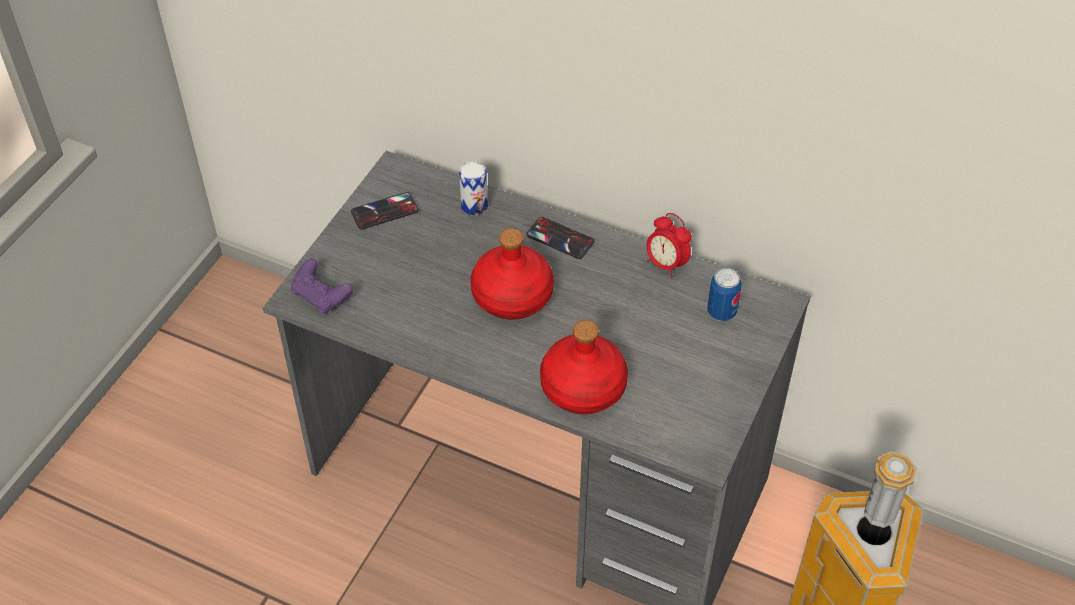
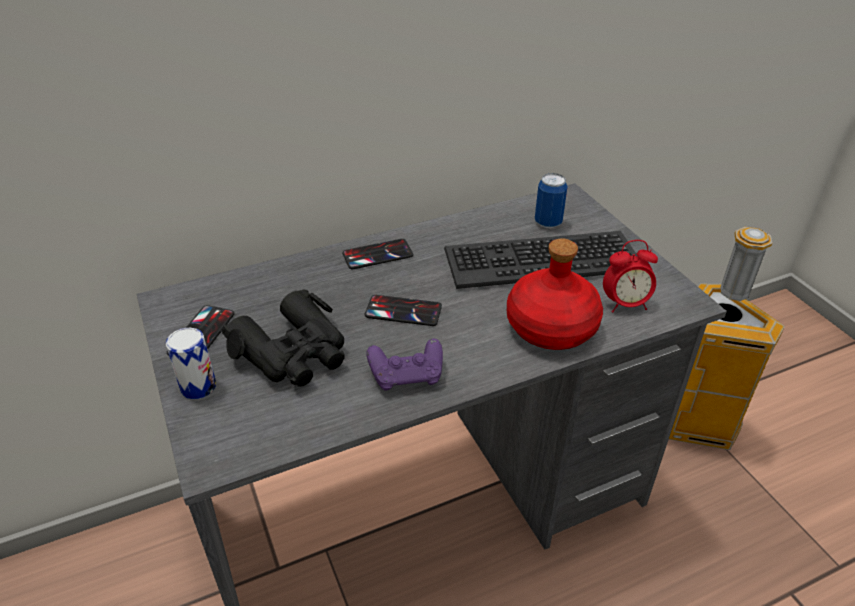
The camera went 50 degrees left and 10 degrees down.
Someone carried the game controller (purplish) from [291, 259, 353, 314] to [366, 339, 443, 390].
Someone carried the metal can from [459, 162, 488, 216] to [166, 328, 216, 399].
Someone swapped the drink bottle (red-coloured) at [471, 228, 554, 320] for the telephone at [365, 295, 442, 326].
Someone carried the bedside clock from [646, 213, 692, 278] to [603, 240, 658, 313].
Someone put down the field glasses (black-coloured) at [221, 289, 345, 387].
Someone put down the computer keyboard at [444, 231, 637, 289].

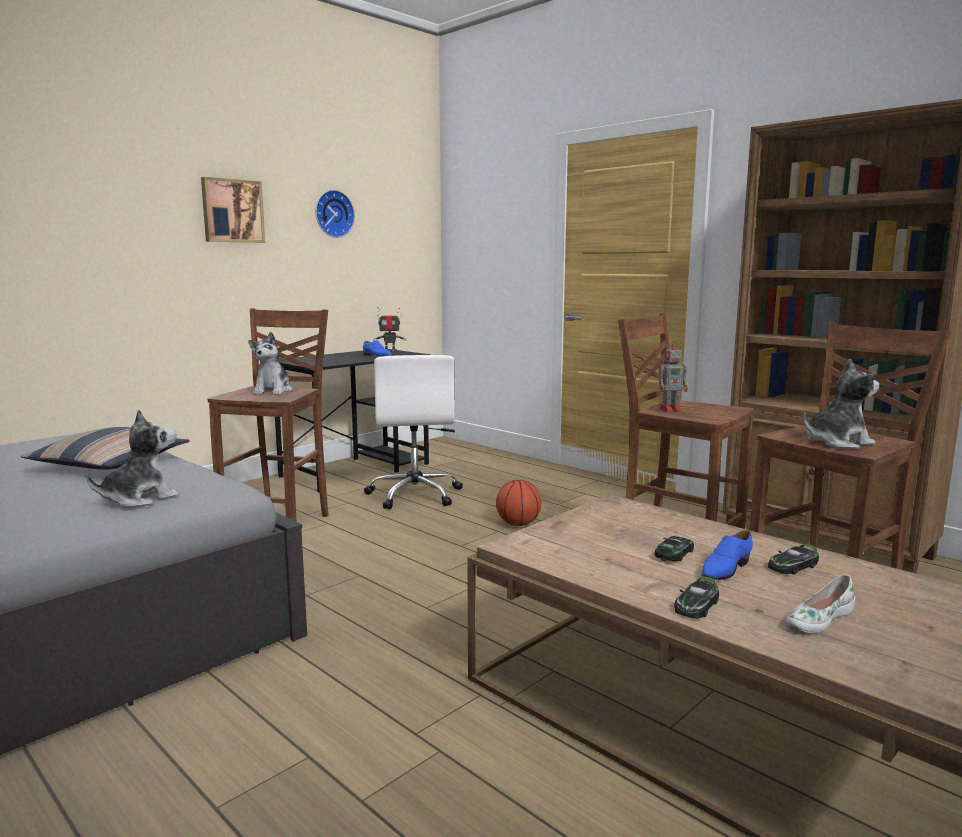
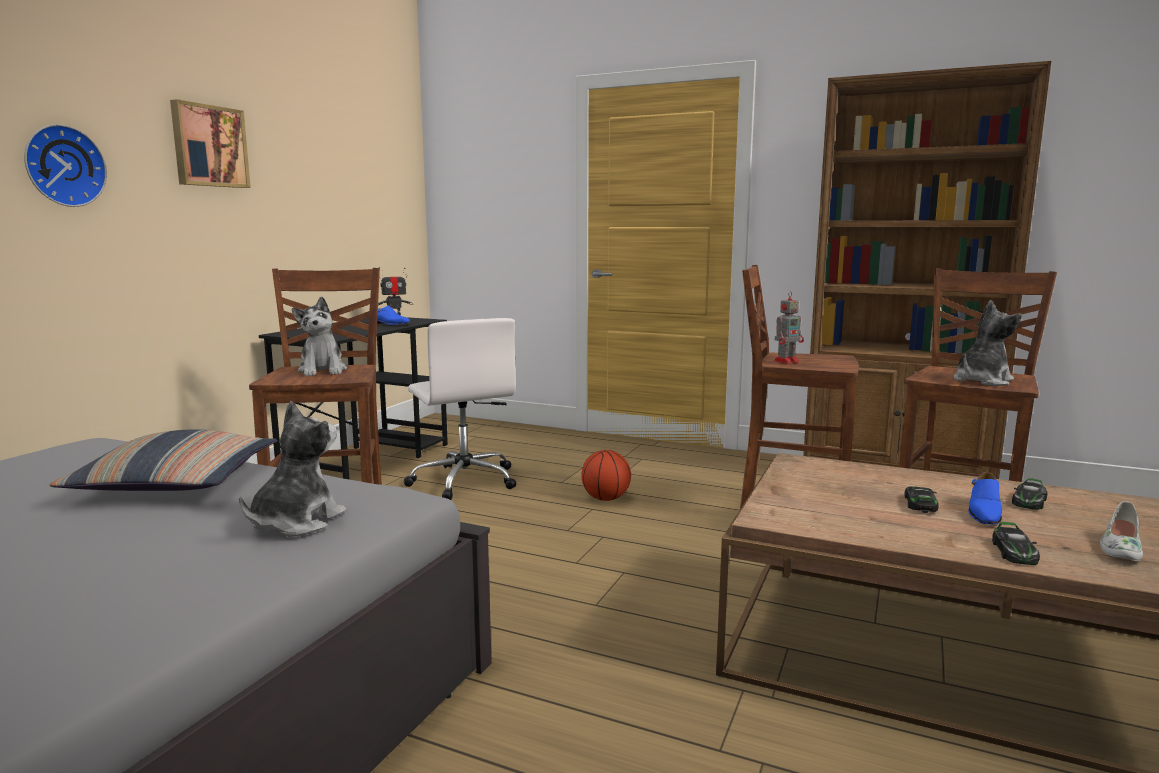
The camera went 20 degrees left and 0 degrees up.
Someone carried the hanging clock from [316, 190, 355, 238] to [24, 124, 107, 207].

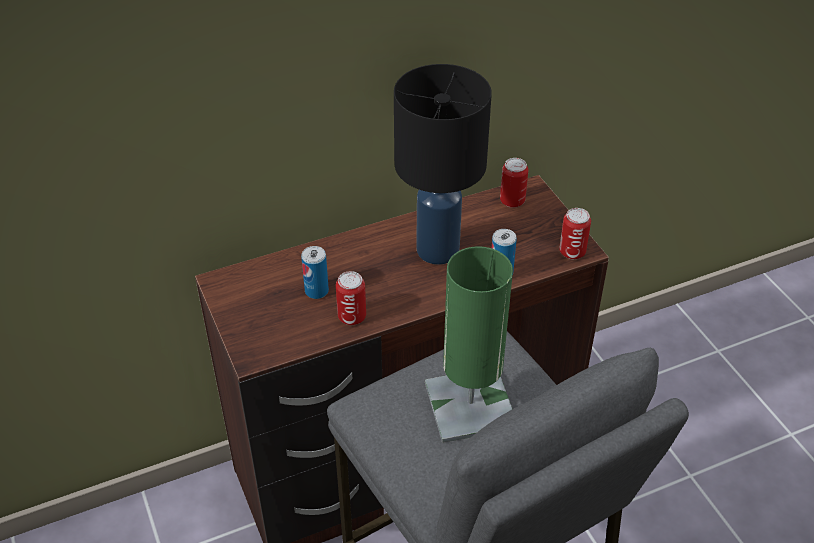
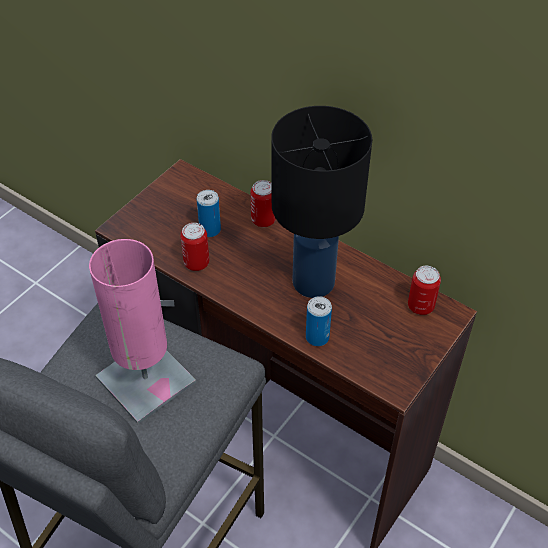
The camera went 60 degrees right and 5 degrees up.
Someone repainted the tabletop lamp (green) at [425, 246, 513, 443], which became the tabletop lamp (pinkish) at [89, 239, 196, 424].
Someone carried the metal can from [559, 208, 591, 259] to [250, 180, 276, 227].

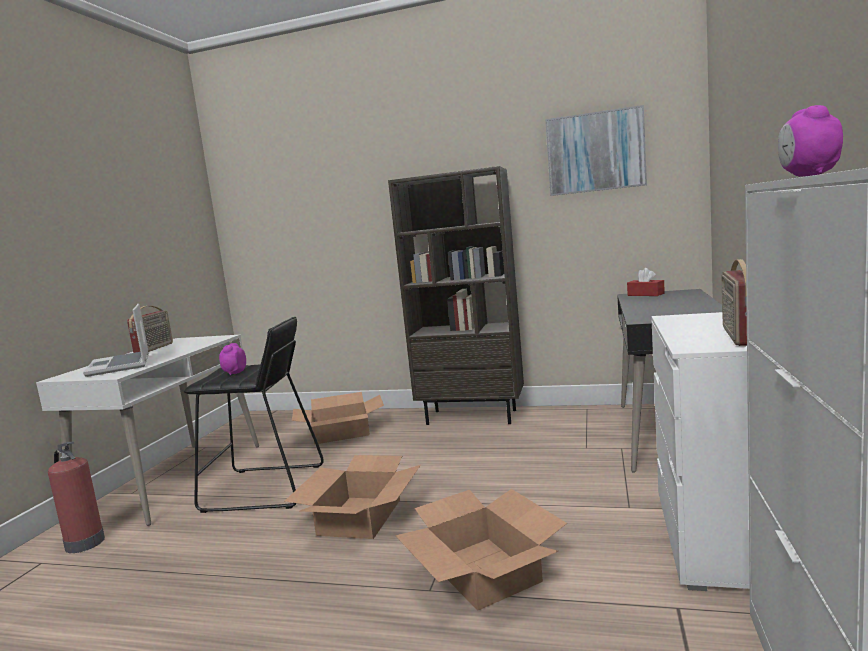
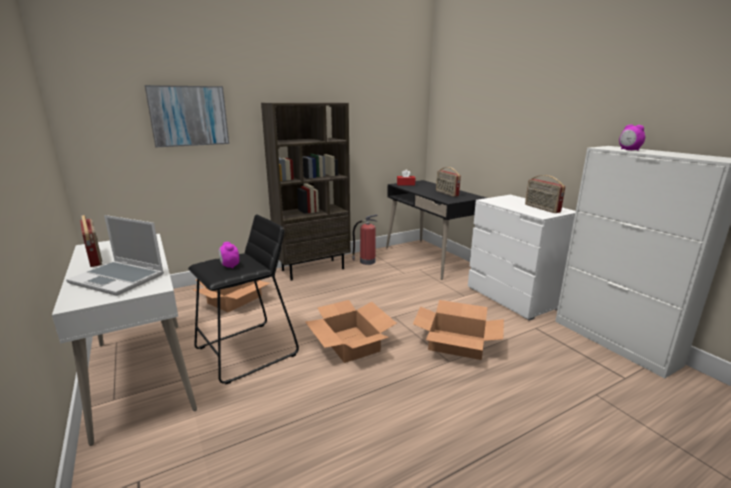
The camera went 45 degrees left and 10 degrees up.
Someone carried the fire extinguisher from [48, 442, 105, 553] to [352, 214, 378, 265].
Someone carried the wall picture from [545, 105, 647, 196] to [145, 85, 229, 147].
Someone put down the radio at [436, 167, 461, 197].

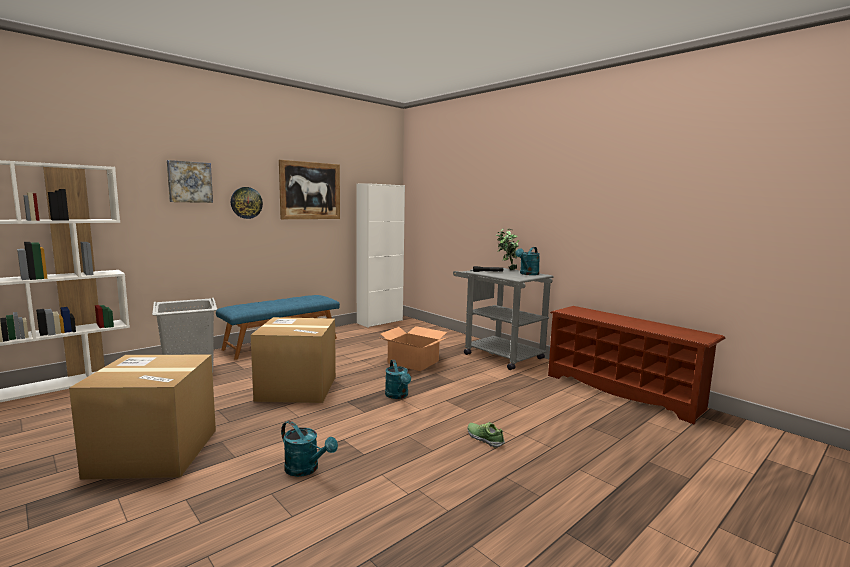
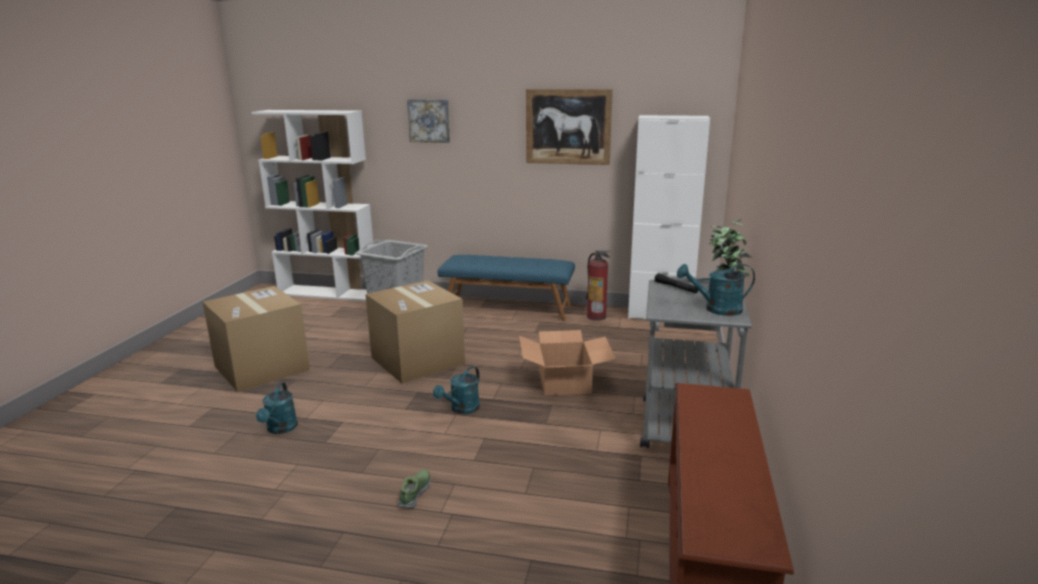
The camera went 55 degrees right and 10 degrees up.
Someone took away the hanging clock at [231, 187, 263, 219].
Someone put down the fire extinguisher at [586, 250, 610, 321].

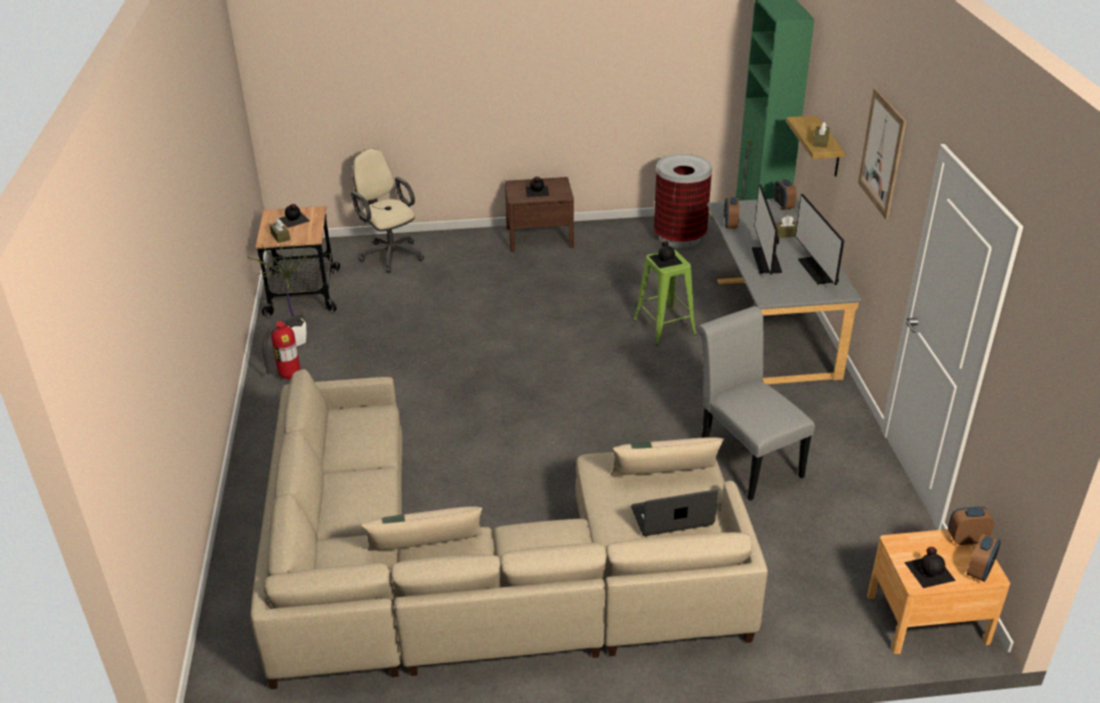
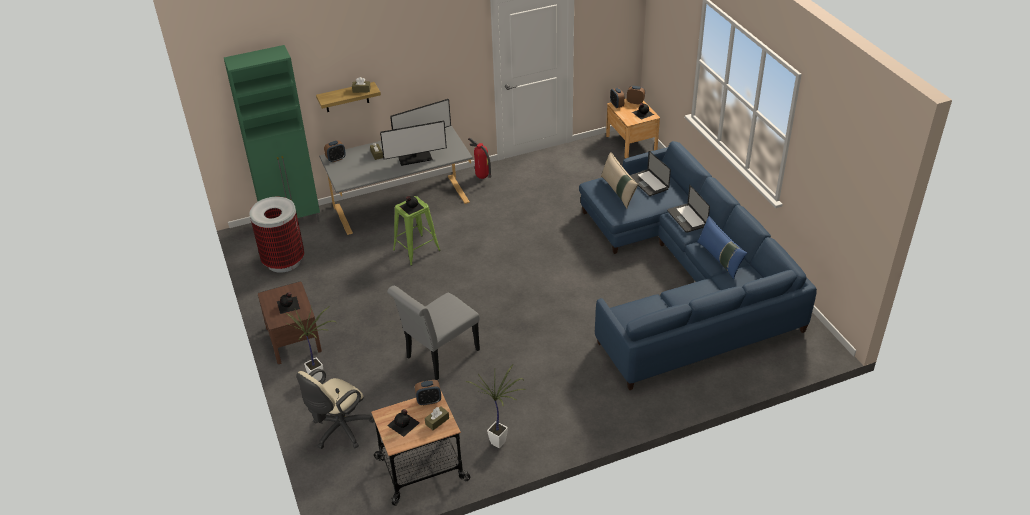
The camera went 105 degrees left and 5 degrees up.
Someone repainted the sofa (beige) at [251, 369, 768, 689], which became the sofa (blue) at [579, 141, 817, 390].
Someone carried the fire extinguisher from [262, 313, 305, 379] to [468, 138, 492, 179].
Someone repainted the pillow (beige) at [361, 507, 483, 551], which became the pillow (blue) at [697, 216, 748, 279].
Someone carried the upright chair (gray) from [698, 306, 815, 501] to [387, 286, 480, 380].
Someone carried the bedside clock from [724, 197, 740, 229] to [415, 380, 441, 406].
Someone took away the wall picture at [858, 88, 906, 220].
Someone put down the potted plant at [285, 306, 337, 381].
Someone put down the laptop at [667, 185, 710, 233].

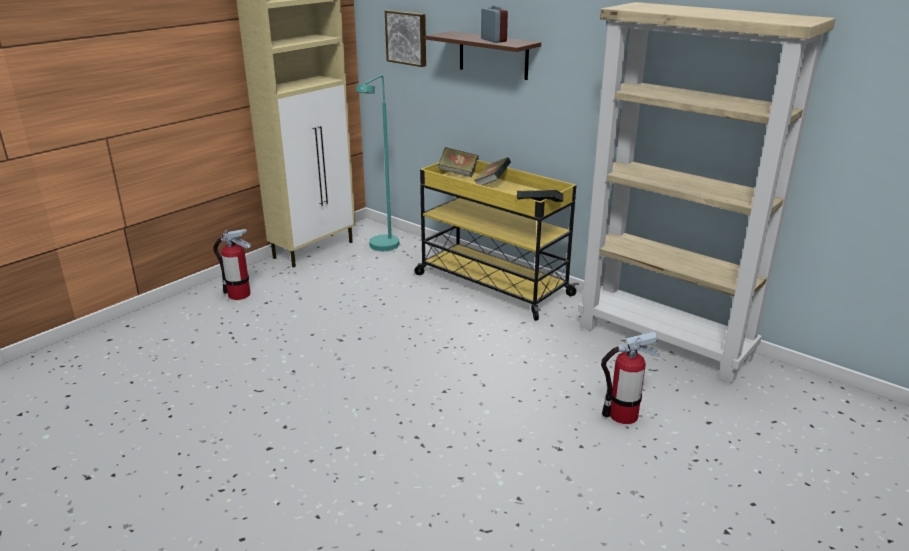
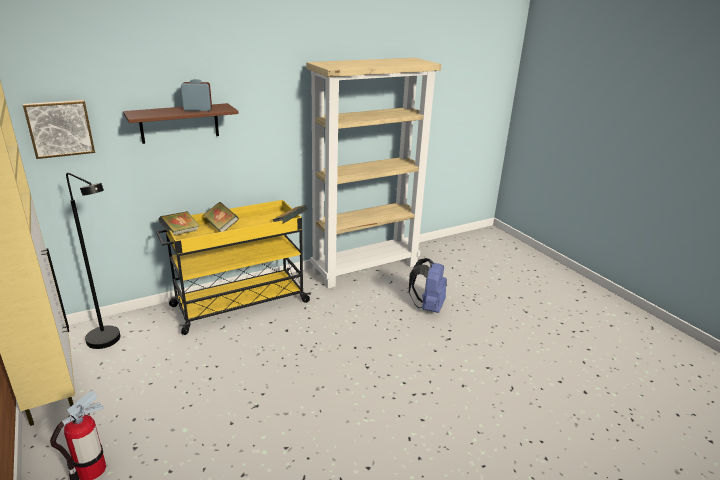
The camera went 70 degrees left and 0 degrees up.
Someone repainted the floor lamp (turquoise-coloured) at [356, 75, 399, 251], which became the floor lamp (black-coloured) at [66, 173, 120, 349].
Someone swapped the fire extinguisher at [601, 332, 659, 424] for the knapsack (blue) at [409, 258, 447, 313].

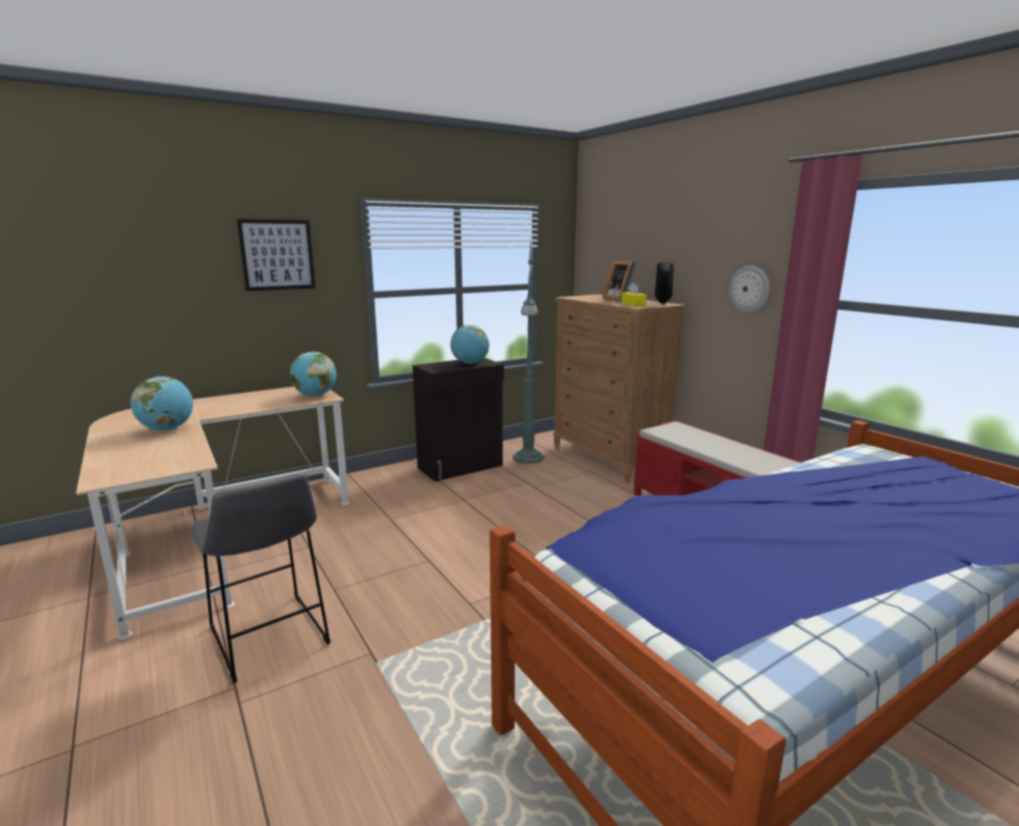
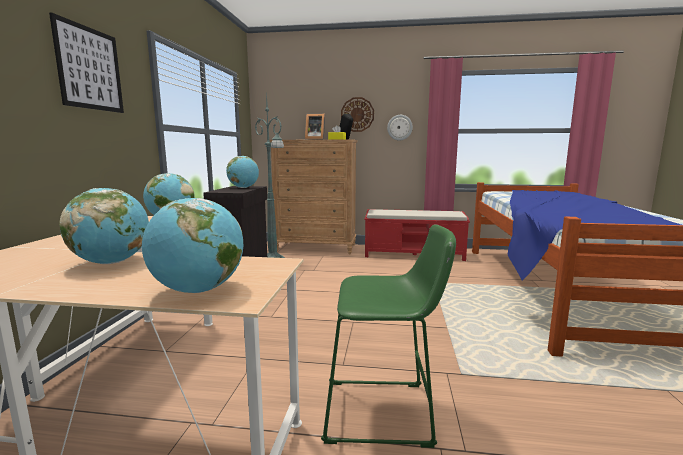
The camera went 50 degrees left and 5 degrees down.
Someone repainted the stool (gray) at [190, 473, 331, 683], which became the stool (green) at [321, 224, 456, 448].
Someone put down the globe at [142, 198, 243, 293].
Someone put up the hanging clock at [341, 97, 374, 132].

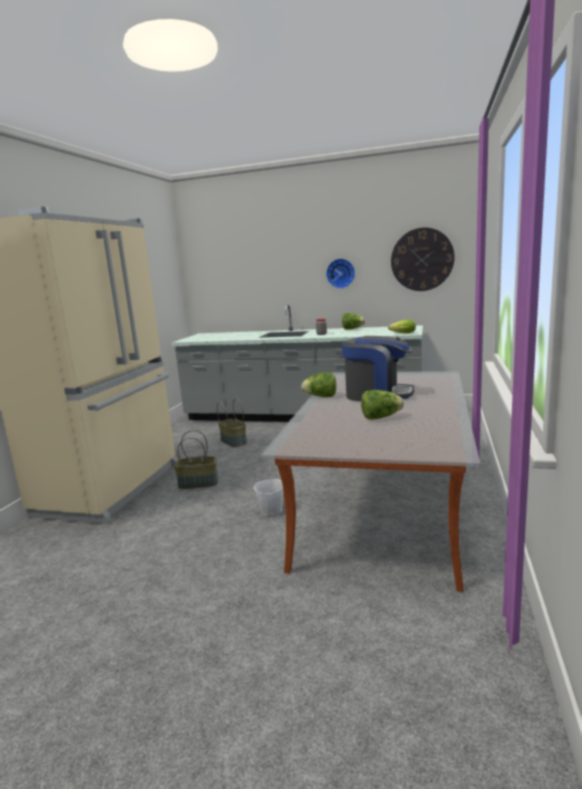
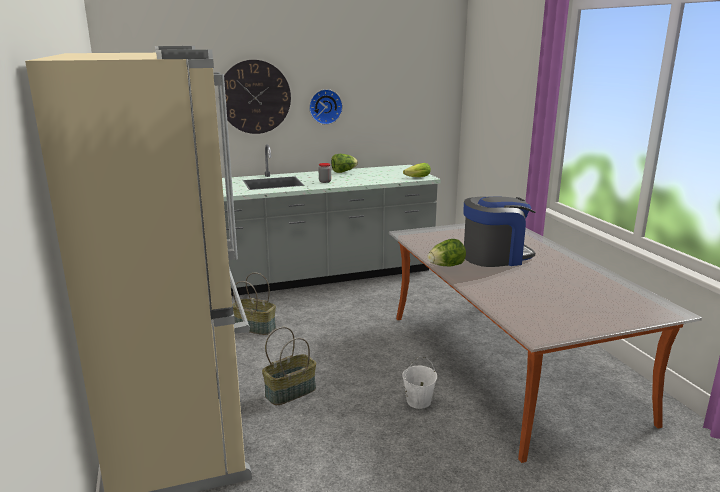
The camera went 35 degrees left and 5 degrees up.
Someone took away the head of lettuce at [361, 390, 404, 419].
Someone carried the hanging clock from [391, 227, 455, 291] to [218, 60, 291, 134].

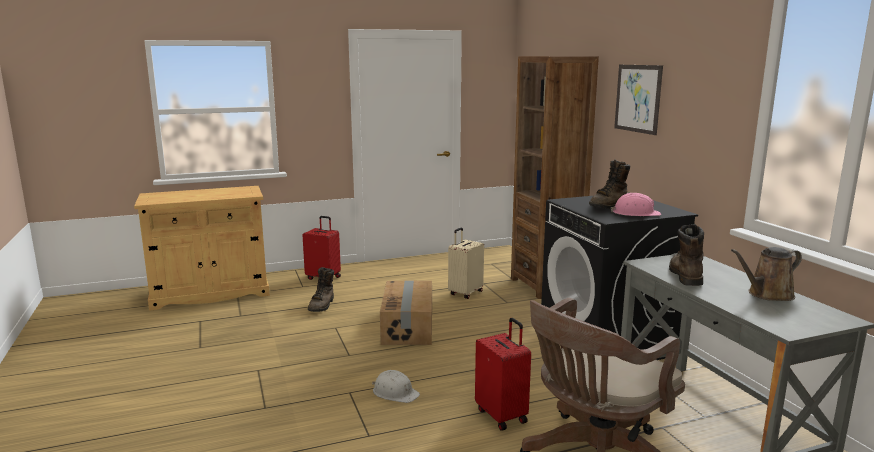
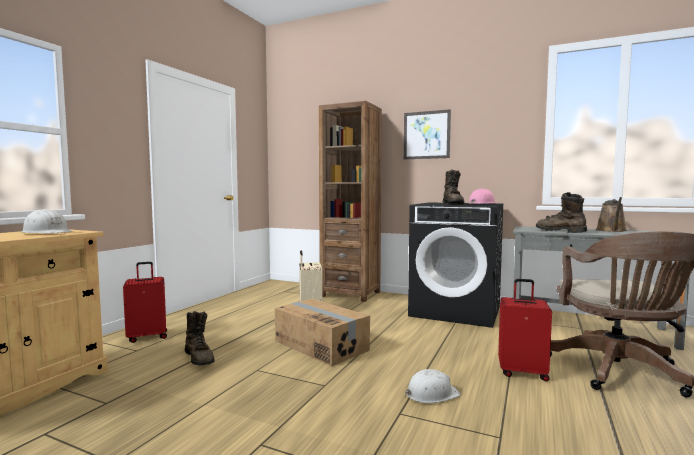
The camera went 45 degrees left and 10 degrees down.
Someone put down the work helmet (whitish) at [21, 209, 73, 234].

